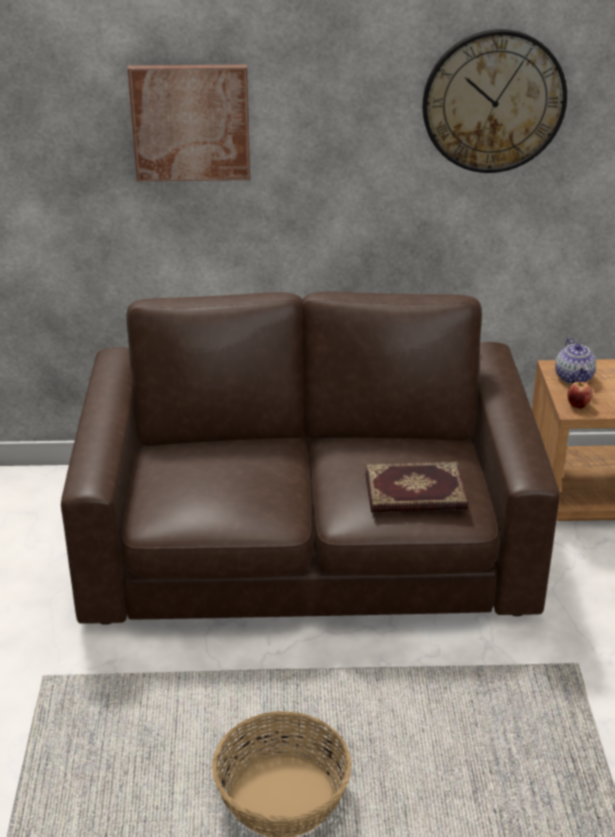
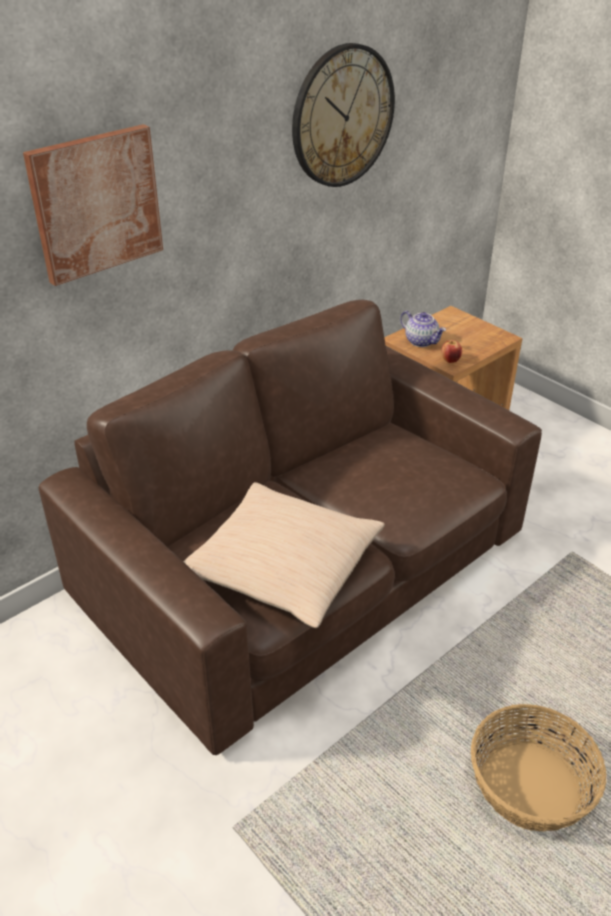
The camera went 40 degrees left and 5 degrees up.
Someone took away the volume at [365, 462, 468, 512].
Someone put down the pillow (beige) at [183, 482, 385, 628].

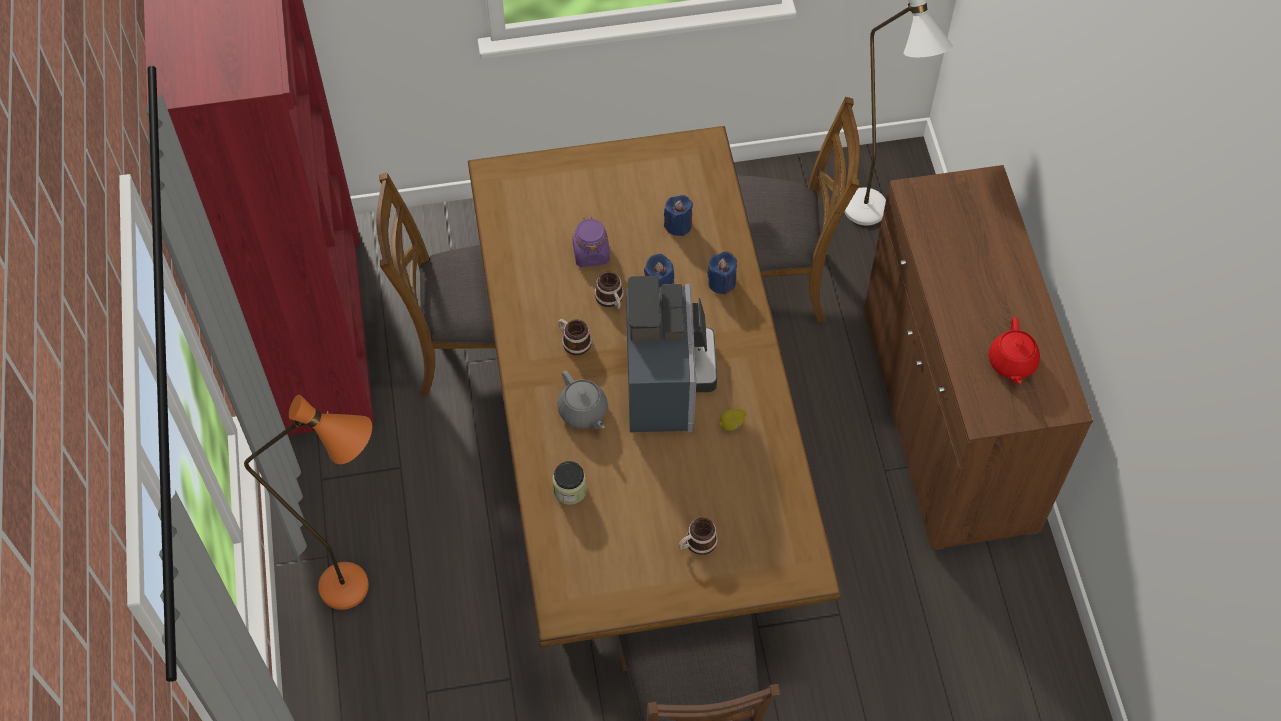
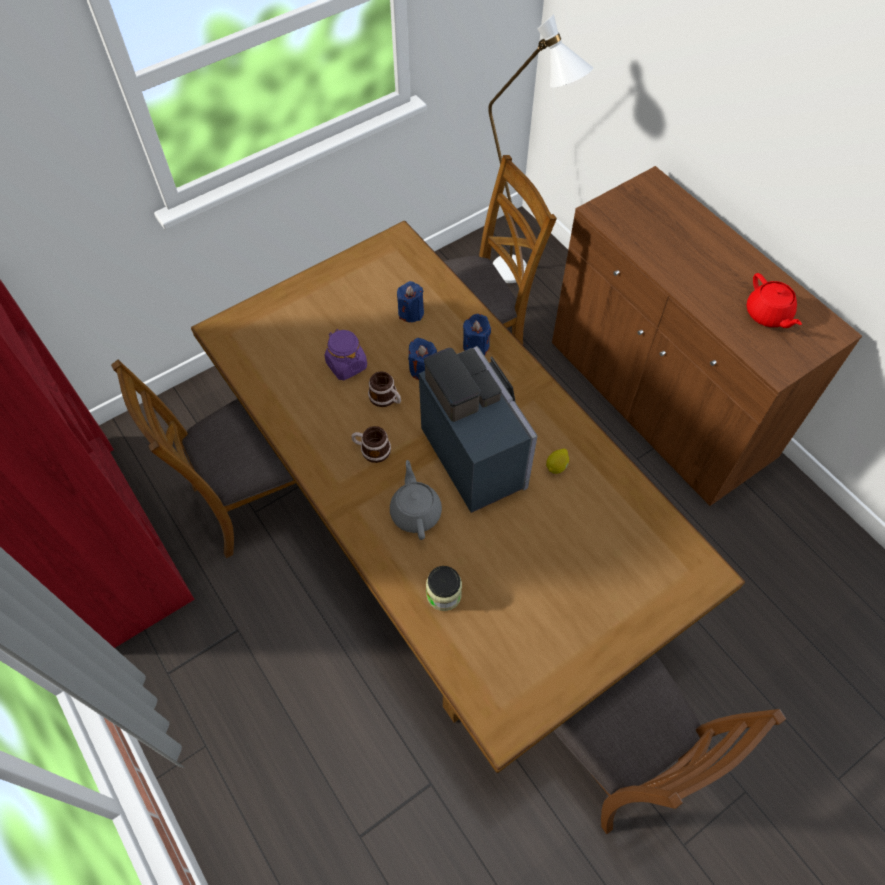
The camera went 25 degrees left and 0 degrees up.
Someone took away the floor lamp (orangey) at [244, 395, 372, 610].
Someone rotated the pot for tea (gray) at [558, 370, 608, 429] by 135 degrees counterclockwise.
Someone took away the tea mug at [679, 518, 718, 555].

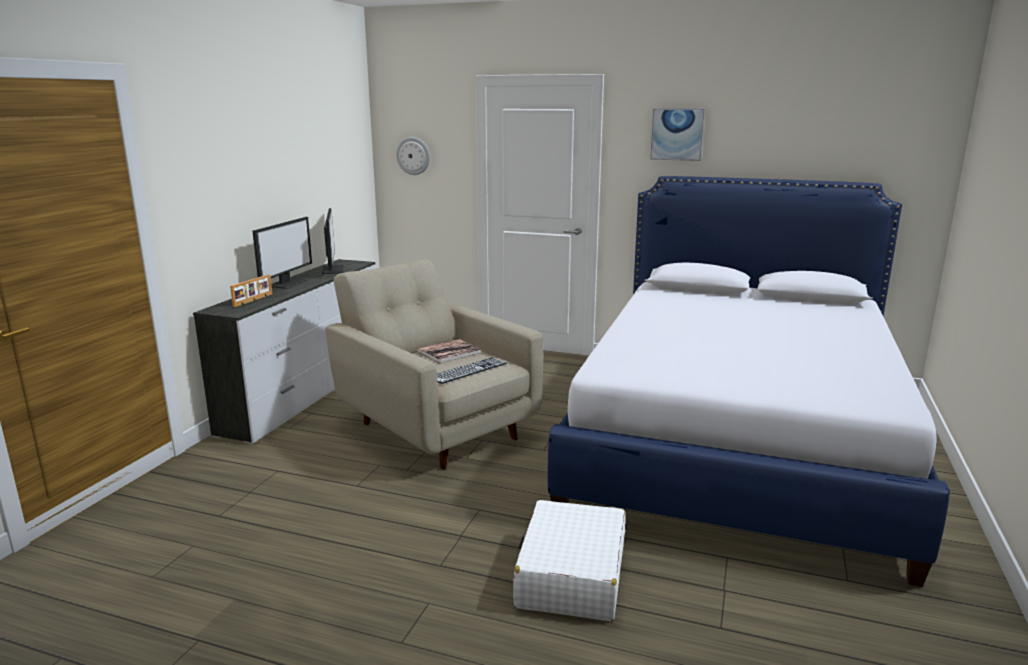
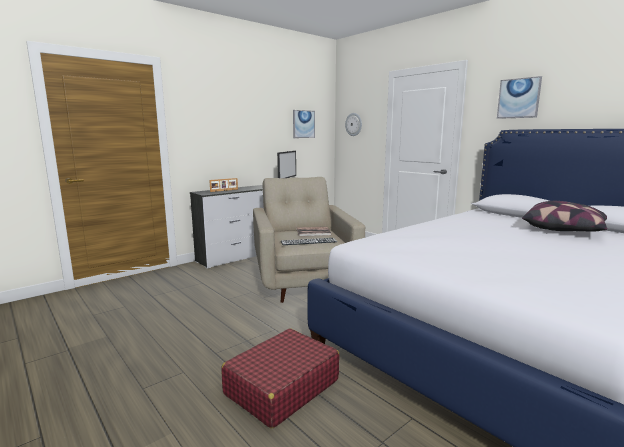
The camera went 30 degrees right and 5 degrees down.
Someone took away the monitor at [252, 217, 312, 289].
Someone repainted the suitcase (whitish) at [513, 500, 625, 621], which became the suitcase (red-coloured) at [221, 328, 340, 428].
Someone put up the wall picture at [293, 110, 315, 138].
Someone put down the pillow at [522, 201, 608, 232].

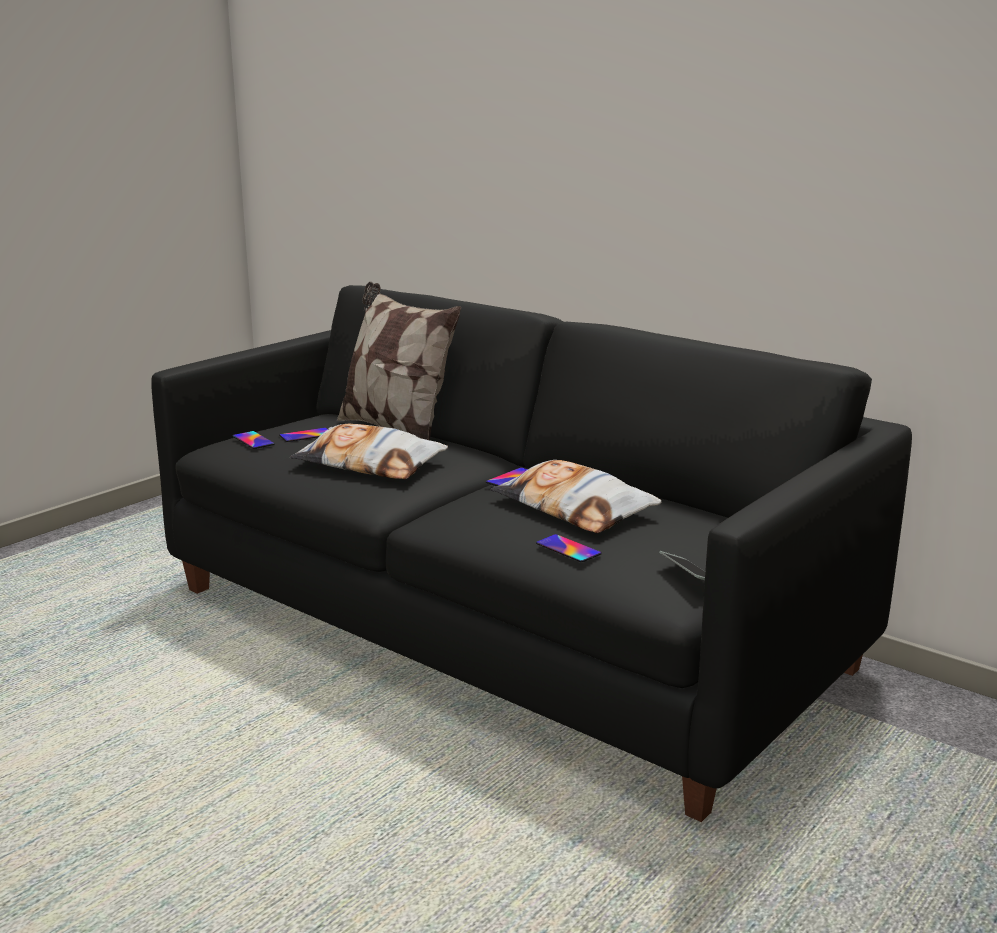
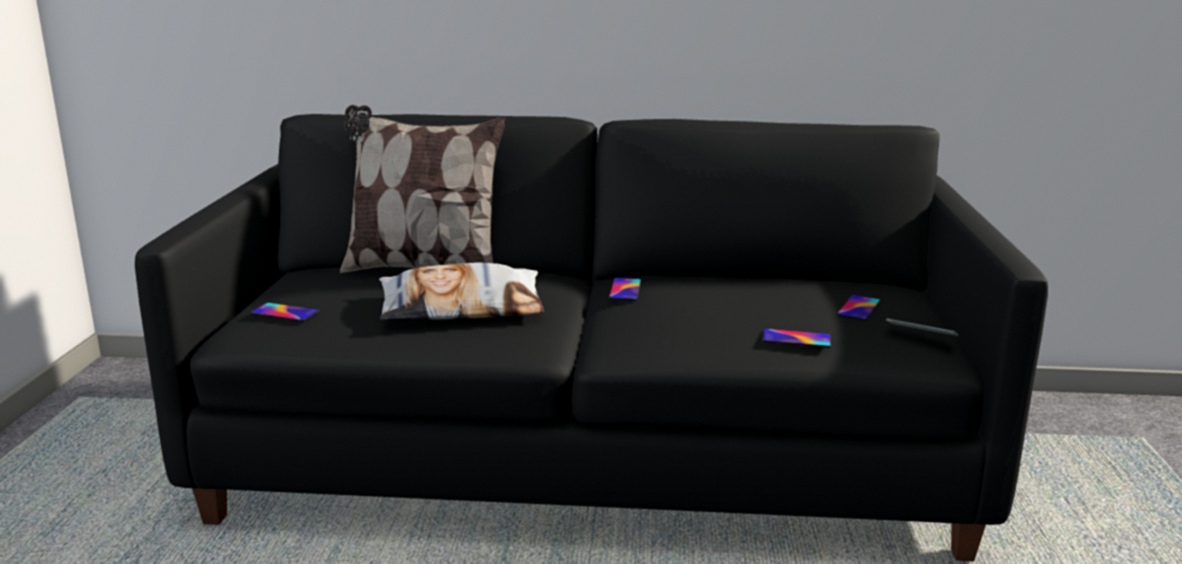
The camera went 35 degrees left and 0 degrees up.
Someone carried the telephone from [279, 428, 328, 442] to [837, 295, 880, 321].
Someone took away the pillow at [491, 460, 662, 533].

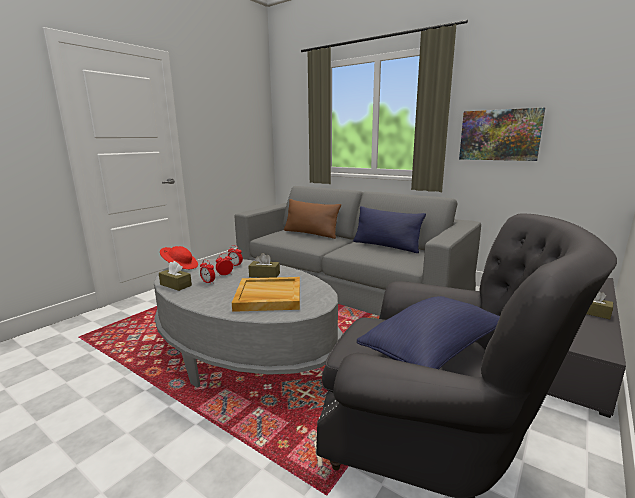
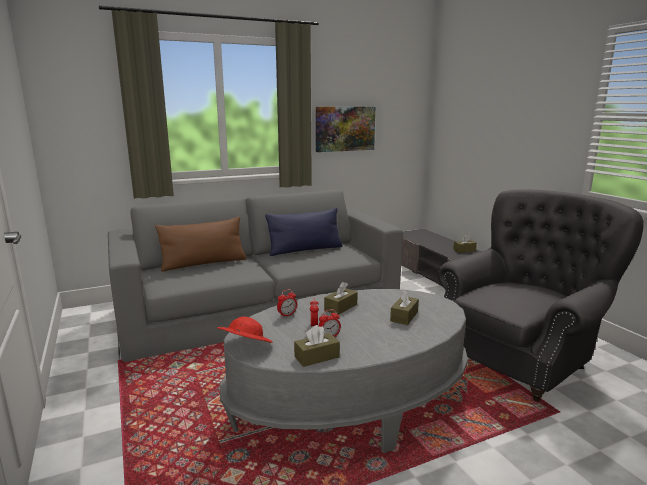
The camera went 60 degrees left and 0 degrees up.
Someone swapped the serving tray (beige) at [232, 277, 300, 312] for the tissue box (brown) at [390, 289, 419, 325].
Someone took away the pillow (blue) at [356, 296, 500, 369].

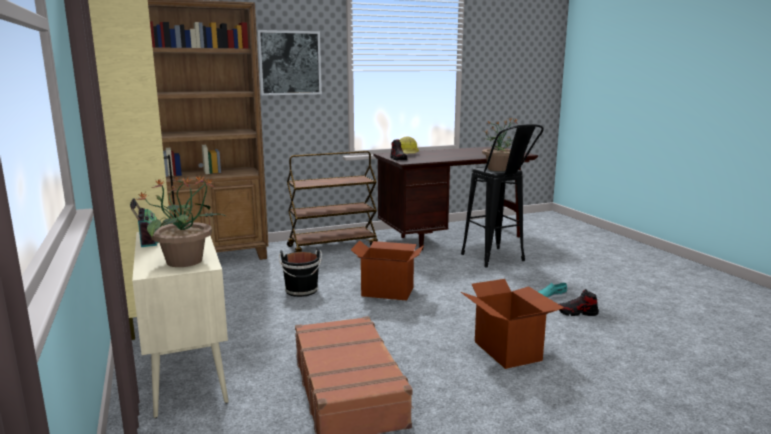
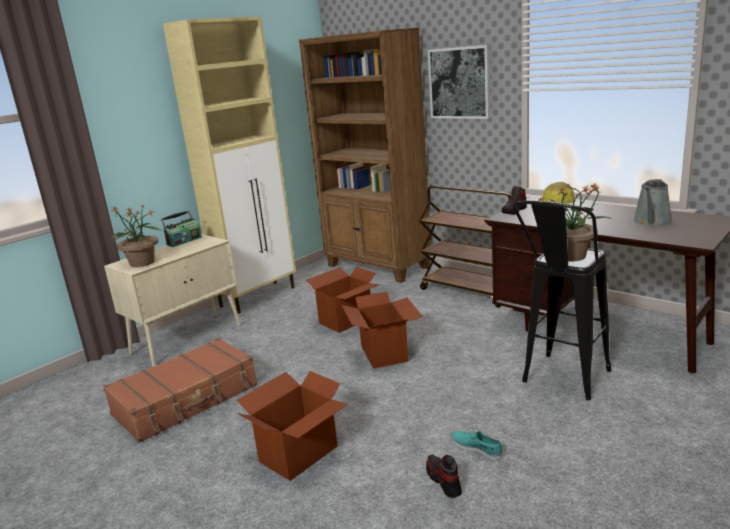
The camera went 65 degrees right and 5 degrees up.
Someone swapped the water bucket (black-coloured) at [279, 247, 322, 297] for the packing box at [306, 267, 379, 333].
Someone put down the watering can (gray) at [633, 179, 673, 226].

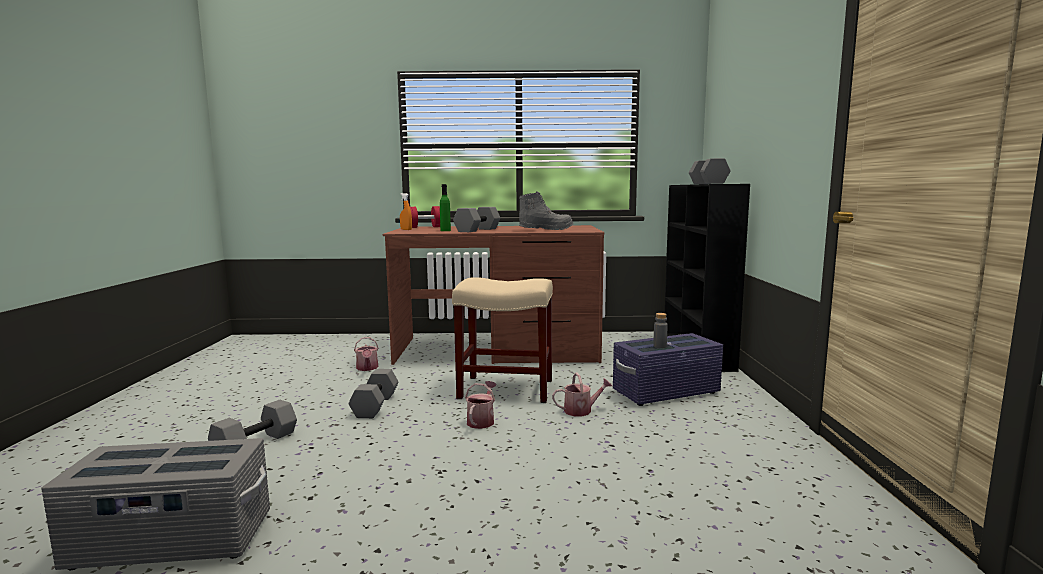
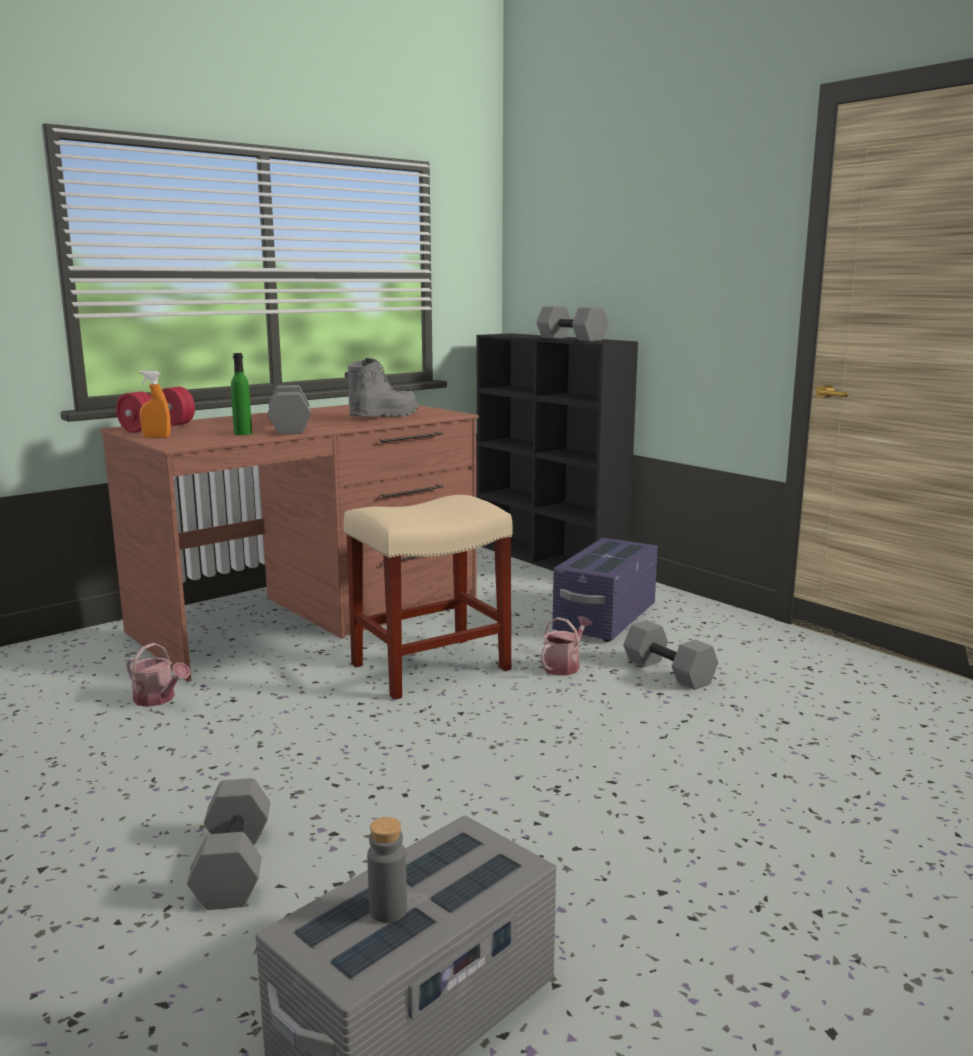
The camera went 40 degrees left and 5 degrees up.
Someone carried the hand weight (gray) from [348, 369, 399, 418] to [624, 620, 718, 690].
Someone took away the watering can at [465, 381, 497, 429].
Someone carried the drink bottle (gray) from [653, 313, 668, 348] to [367, 817, 407, 923].

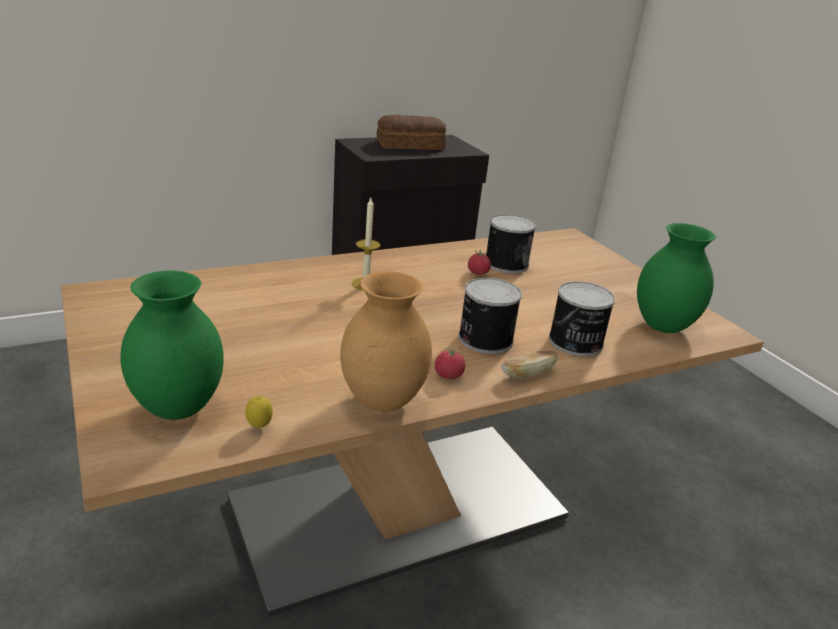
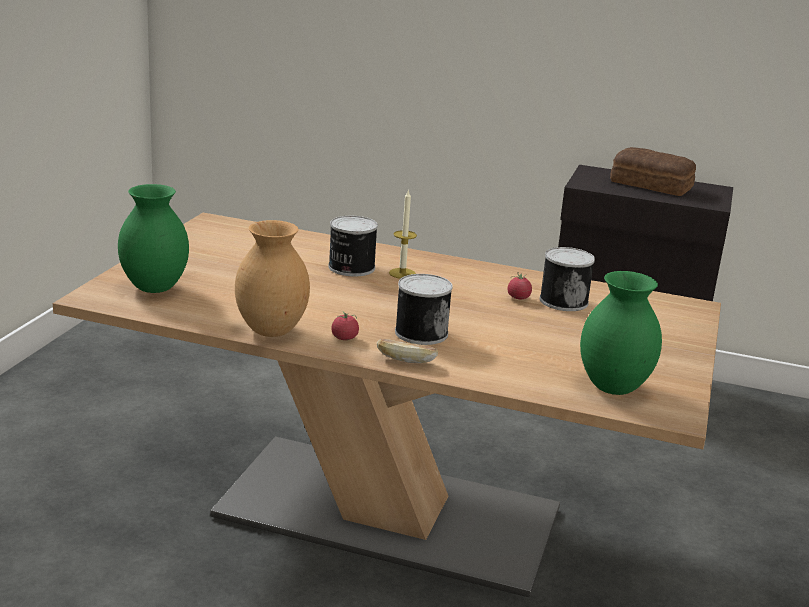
The camera went 45 degrees right and 5 degrees down.
Someone took away the whole lemon at [246, 396, 273, 428].
Someone carried the metal can from [549, 281, 615, 356] to [329, 216, 378, 276].

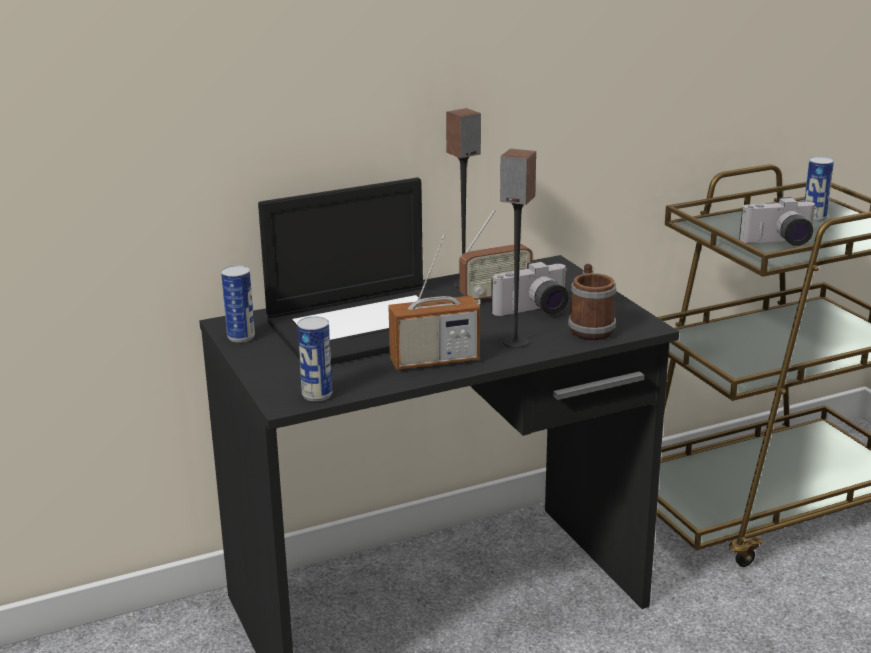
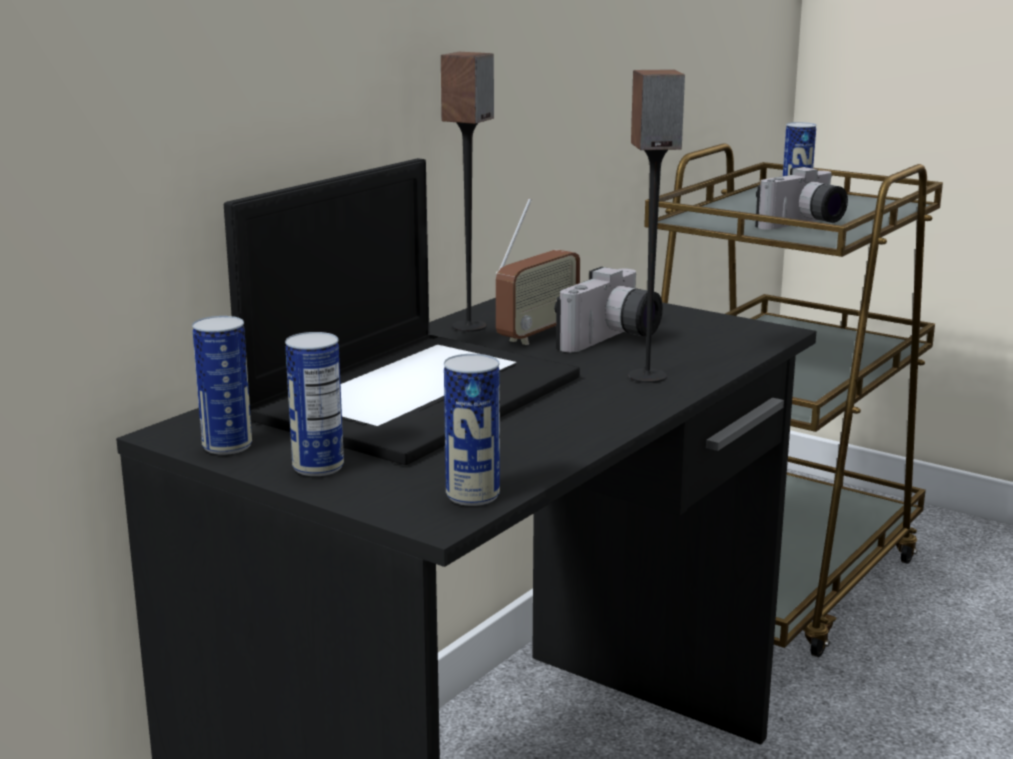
The camera went 30 degrees left and 5 degrees down.
Someone took away the radio at [388, 235, 480, 370].
Someone took away the tea mug at [568, 264, 616, 340].
Someone put down the metal can at [285, 332, 344, 476].

